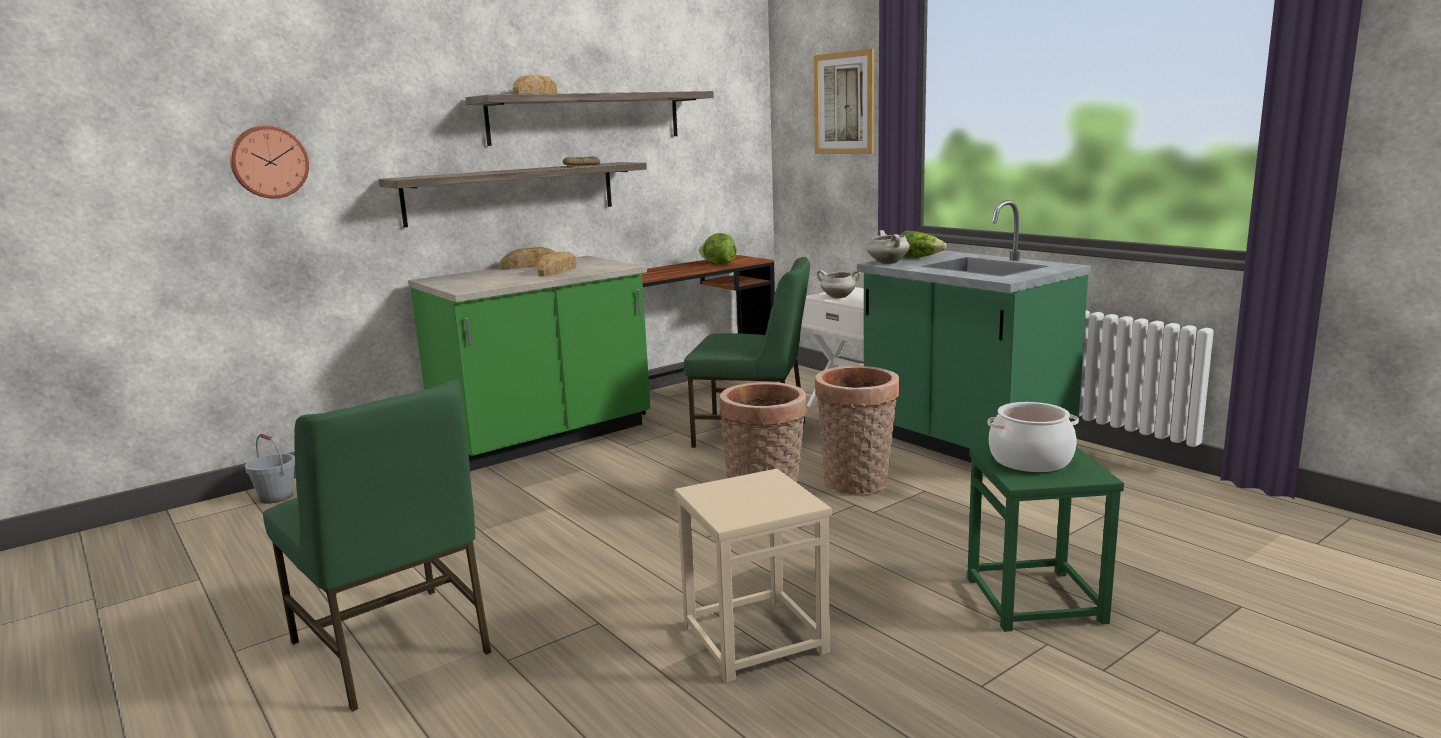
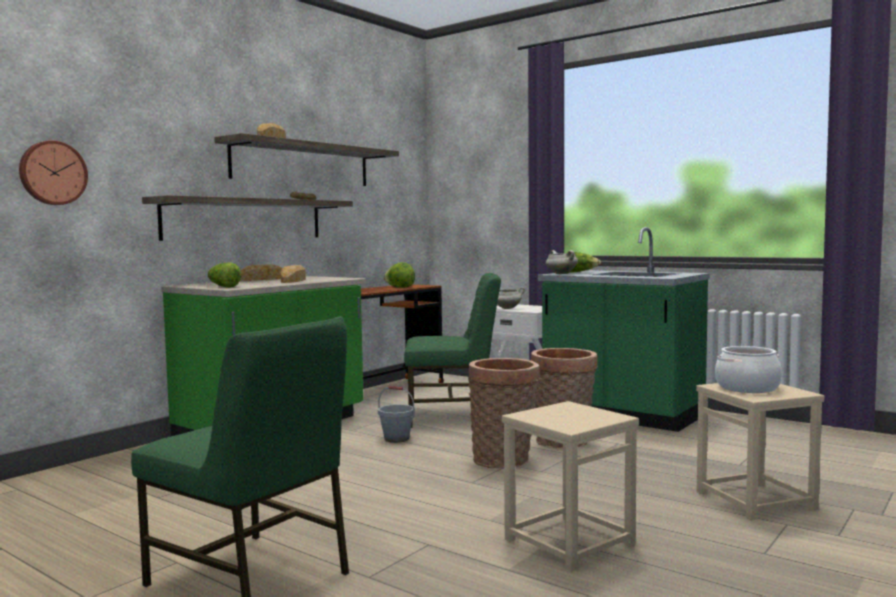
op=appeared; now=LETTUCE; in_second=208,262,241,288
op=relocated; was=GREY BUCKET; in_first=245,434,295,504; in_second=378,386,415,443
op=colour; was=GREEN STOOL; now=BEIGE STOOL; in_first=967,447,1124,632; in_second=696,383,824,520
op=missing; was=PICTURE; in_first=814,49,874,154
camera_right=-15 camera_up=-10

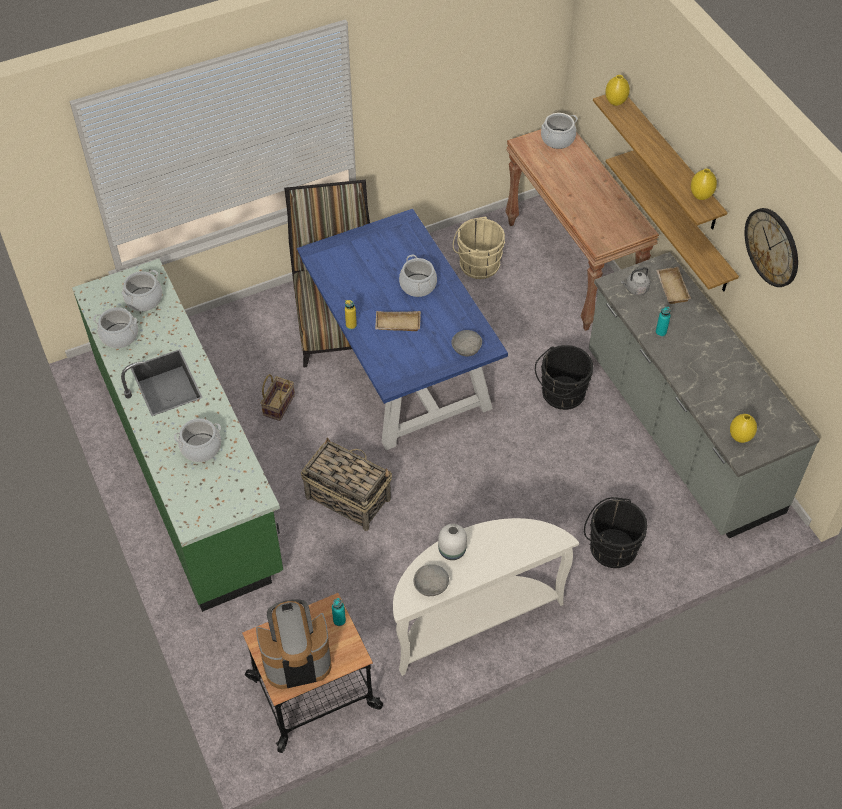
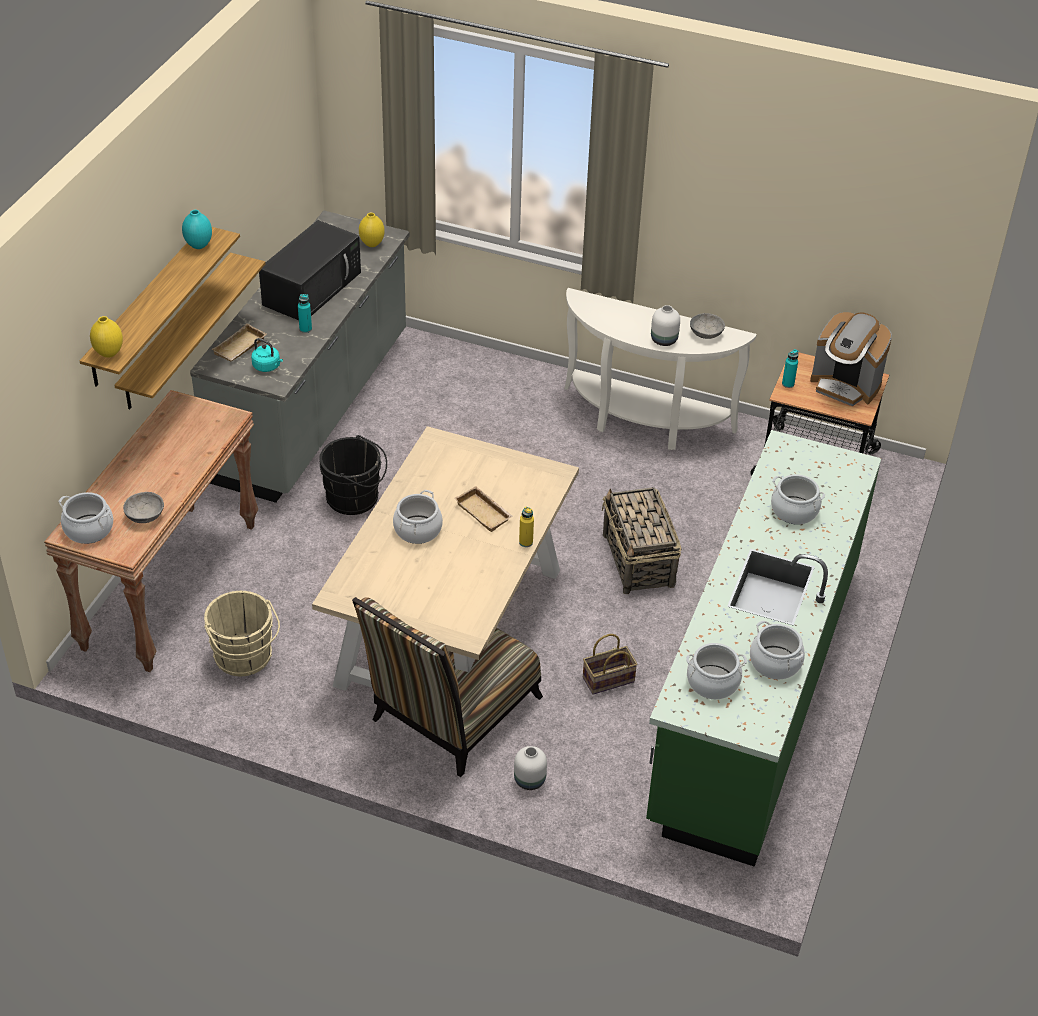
op=relocated; was=GREY BOWL; in_first=451,330,482,356; in_second=123,492,164,523
op=colour; was=YELLOW VASE; now=TURQUOISE VASE; in_first=691,169,717,200; in_second=182,210,212,249
op=colour; was=GREY KETTLE; now=TURQUOISE KETTLE; in_first=621,267,650,295; in_second=251,338,283,372
op=appeared; now=BLACK MICROWAVE; in_second=259,220,361,320
op=colour; was=BLUE DINING TABLE; now=BEIGE DINING TABLE; in_first=297,209,508,450; in_second=312,426,579,691
op=appeared; now=WHITE VASE; in_second=514,746,547,790
op=missing; was=BLACK BUCKET; in_first=584,497,647,568
op=missing; was=WALL CLOCK; in_first=745,208,798,287
camera_right=-135 camera_up=-10

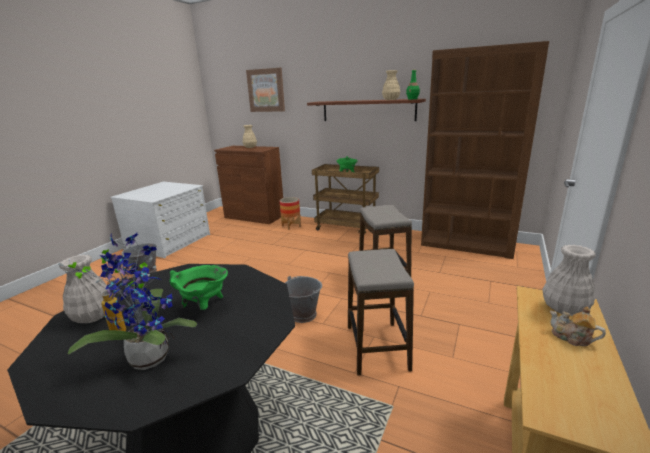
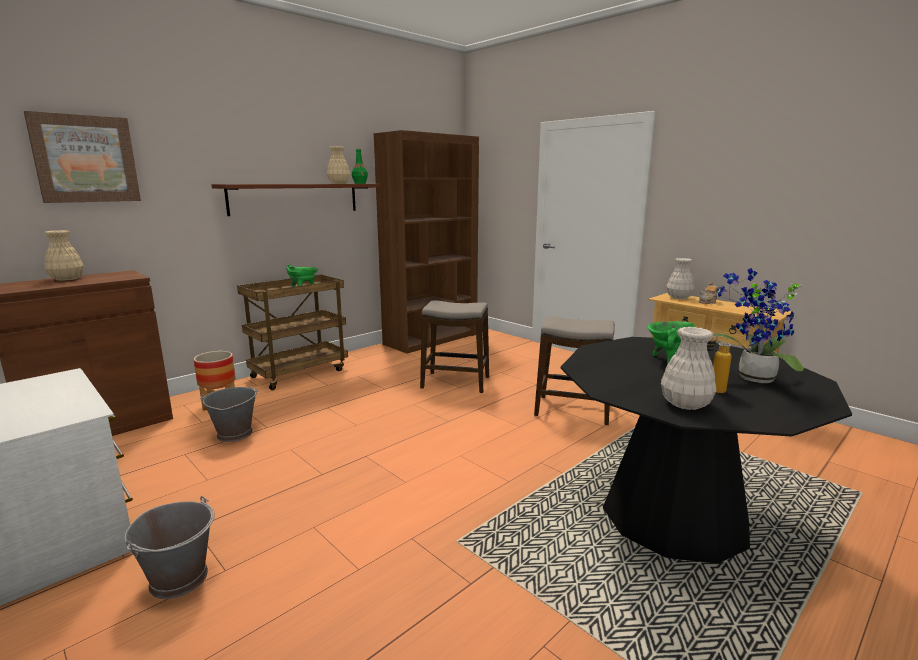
op=relocated; was=GREY BUCKET; in_first=285,276,322,323; in_second=200,387,259,442
camera_right=-70 camera_up=-5

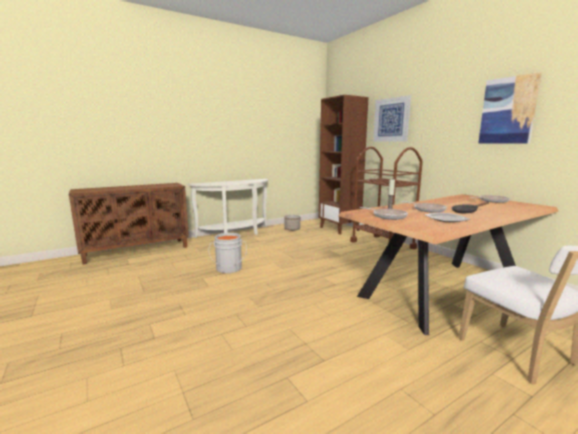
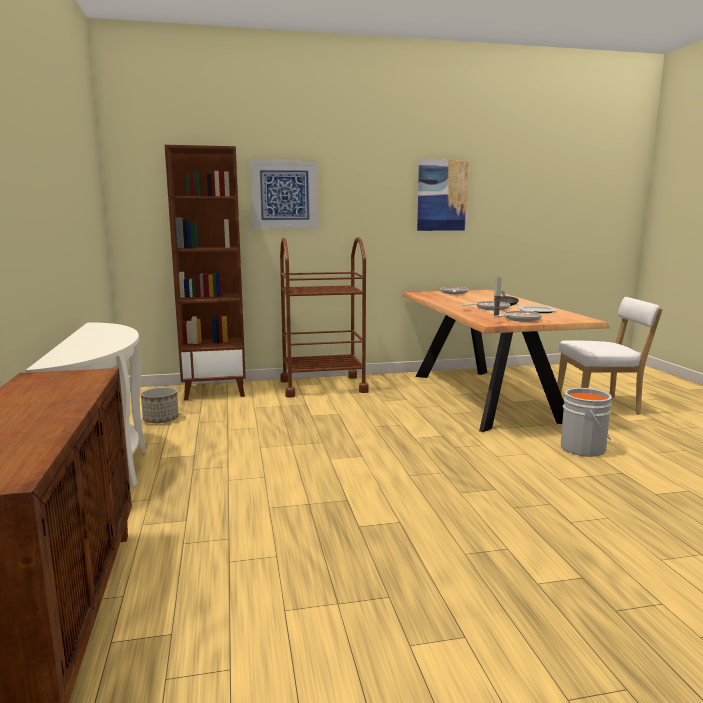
op=relocated; was=GREY BUCKET; in_first=209,233,247,273; in_second=561,388,612,457
camera_right=-70 camera_up=0

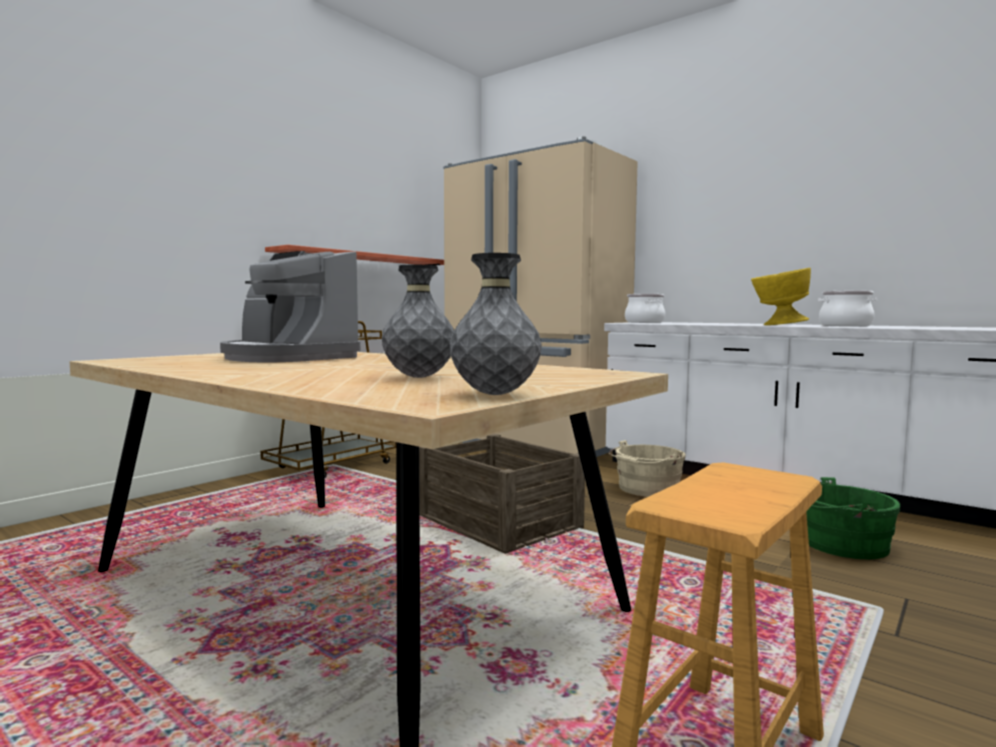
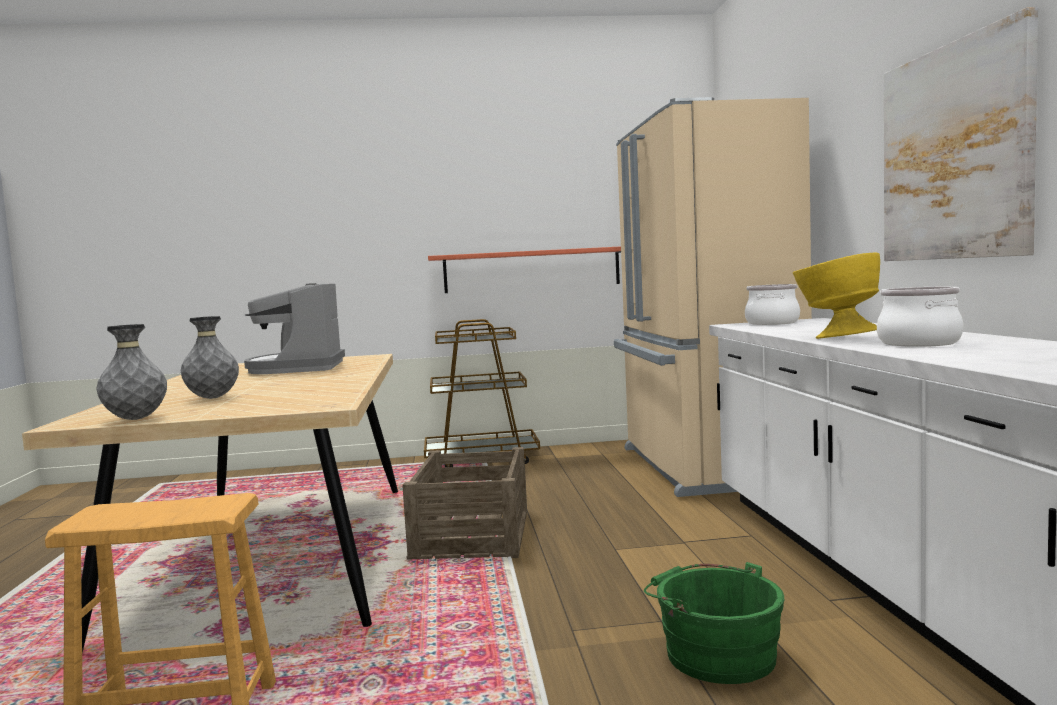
op=appeared; now=PICTURE; in_second=884,7,1038,261
op=missing; was=BEIGE BUCKET; in_first=609,440,686,497
camera_right=45 camera_up=0

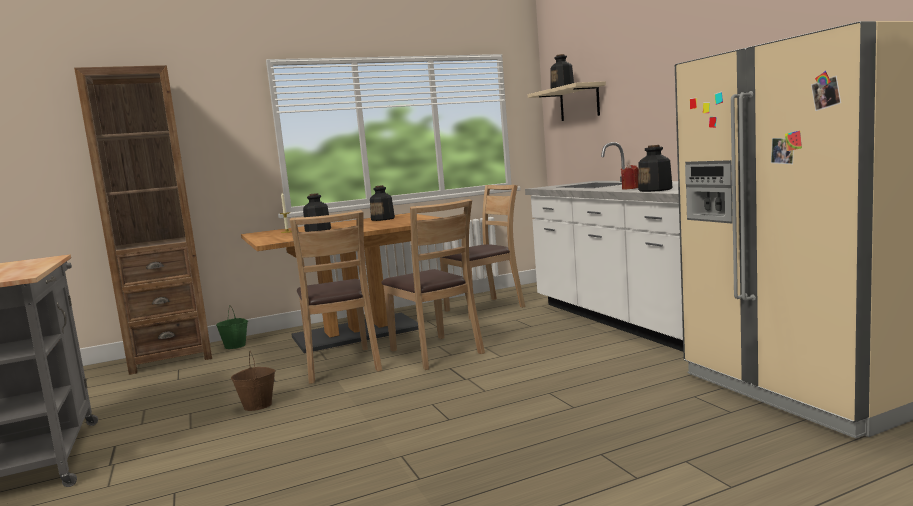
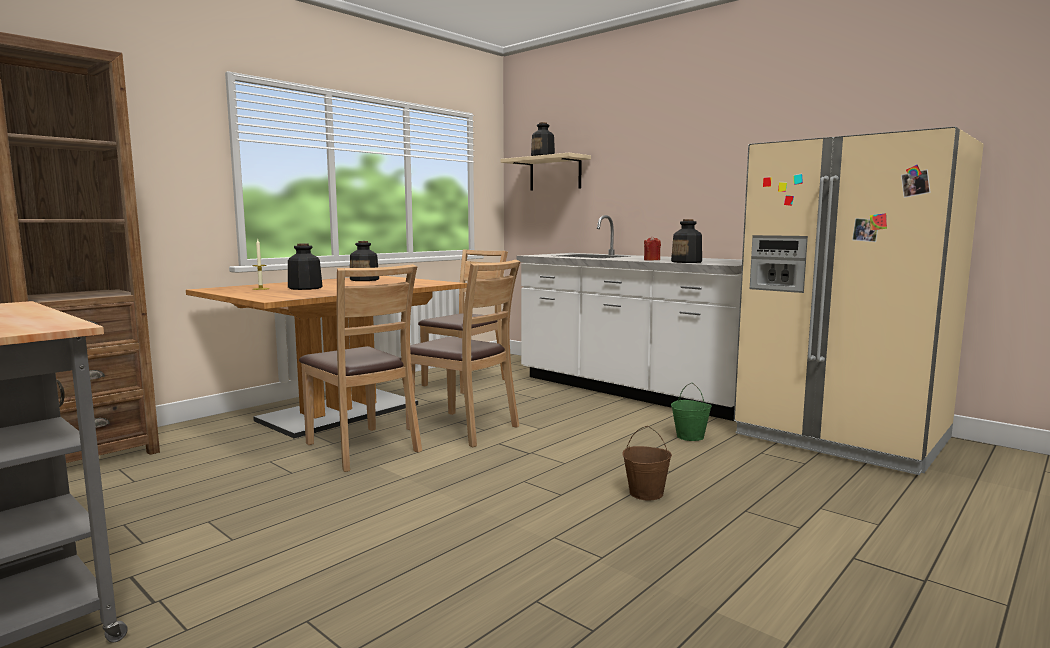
op=relocated; was=BROWN BUCKET; in_first=231,351,276,411; in_second=622,426,672,500
op=relocated; was=GREEN BUCKET; in_first=216,305,248,349; in_second=671,383,712,441
camera_right=-25 camera_up=0

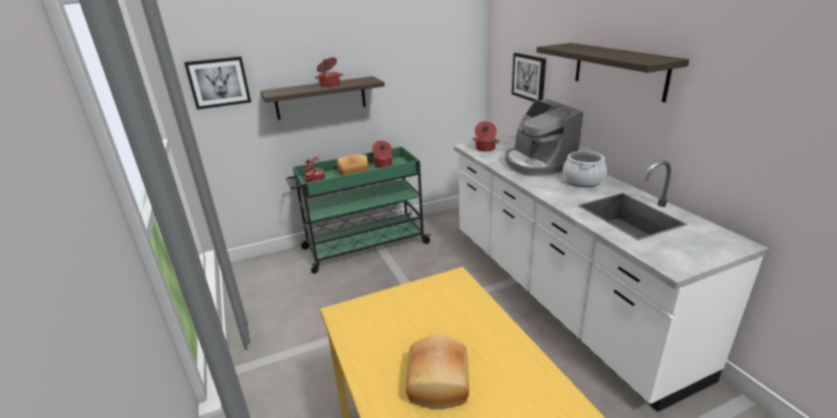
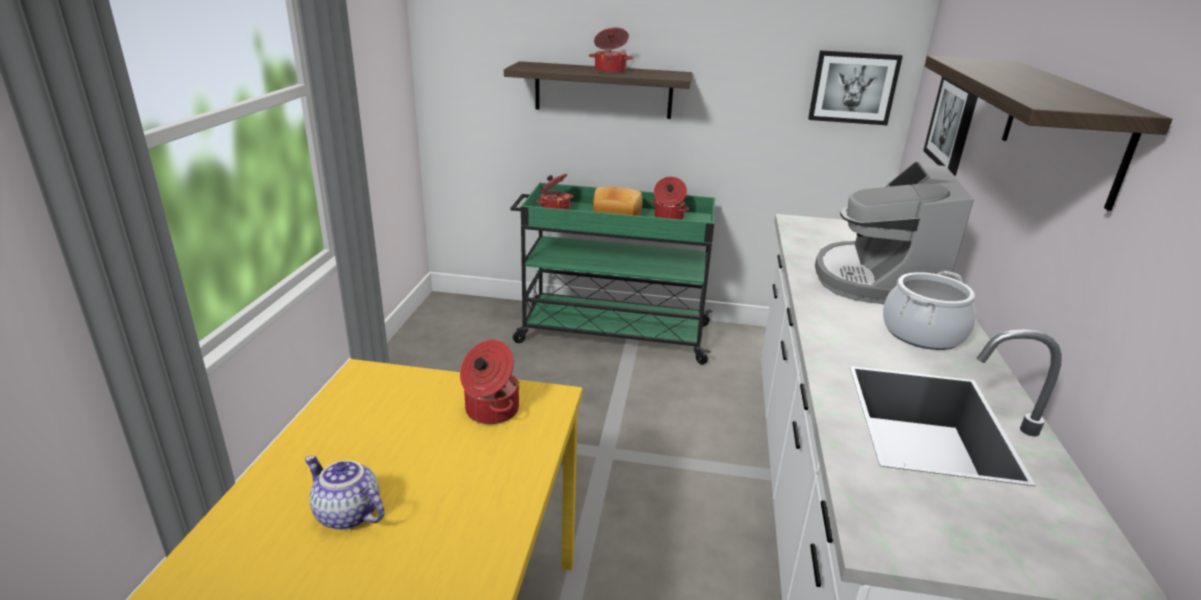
op=exchanged; was=BREAD; now=TEAPOT; in_first=406,334,469,409; in_second=305,455,384,530
op=relocated; was=COOKING POT; in_first=472,121,499,152; in_second=460,340,519,424
op=relocated; was=PICTURE; in_first=184,56,251,110; in_second=808,50,903,125
camera_right=30 camera_up=0

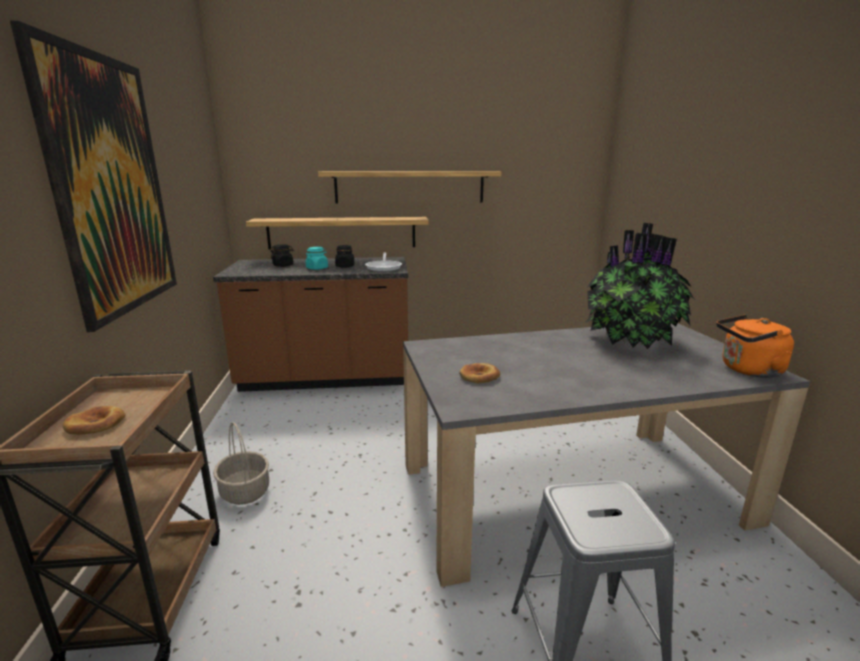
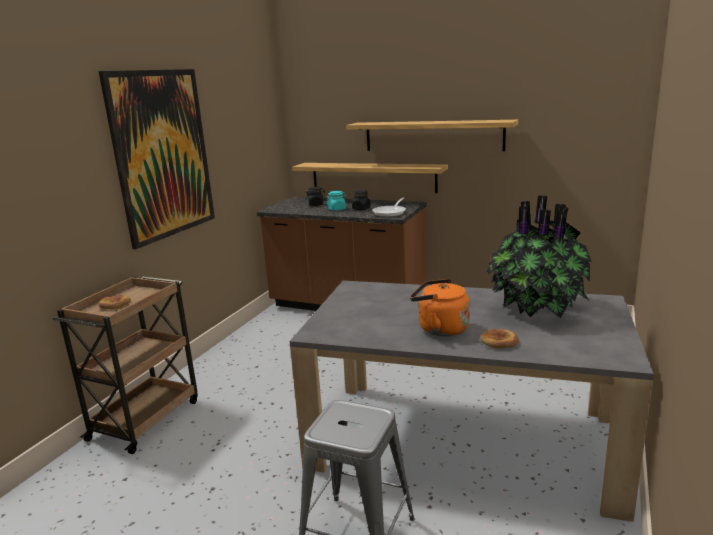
op=relocated; was=ORANGE KETTLE; in_first=716,315,794,378; in_second=410,279,470,336
op=relocated; was=BREAD; in_first=459,363,500,383; in_second=481,329,519,348
op=missing; was=BASKET; in_first=213,422,269,505
camera_right=30 camera_up=0

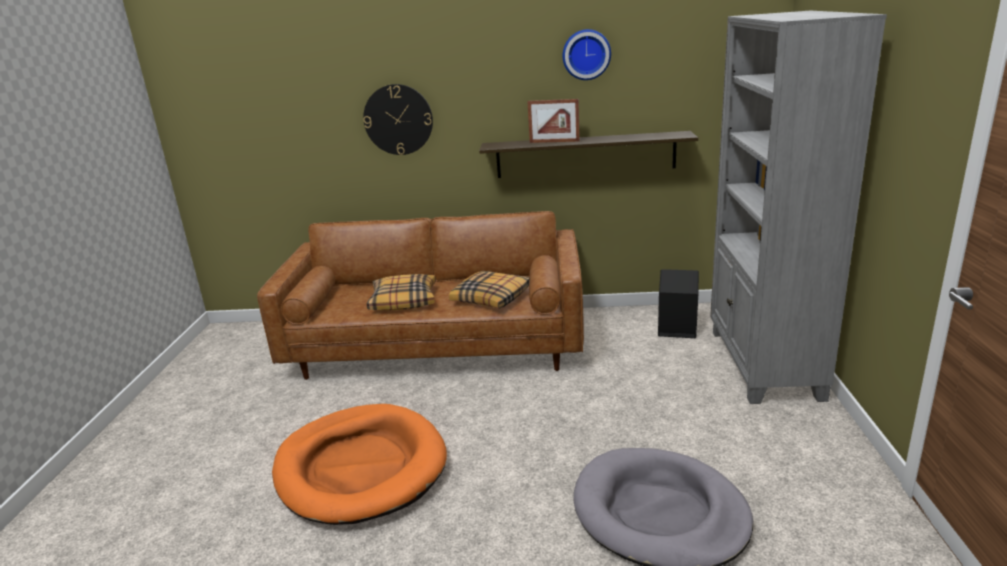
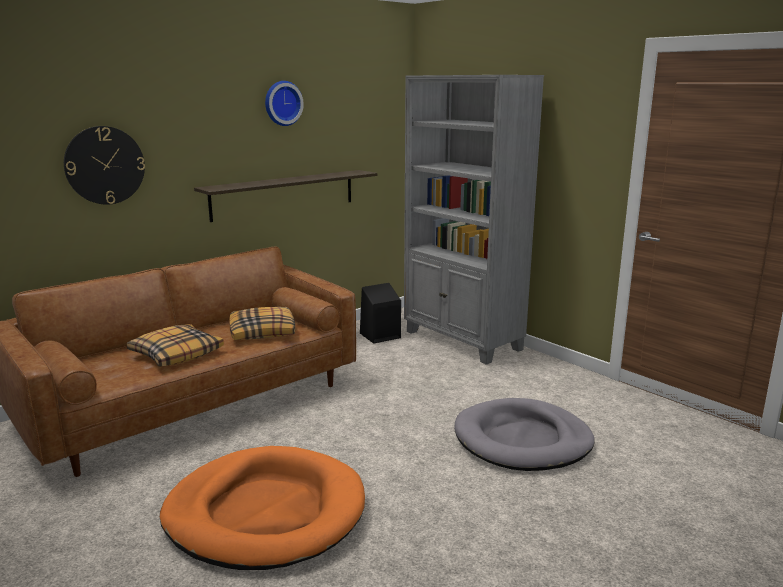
op=missing; was=PICTURE FRAME; in_first=527,99,580,143
camera_right=-45 camera_up=-5

